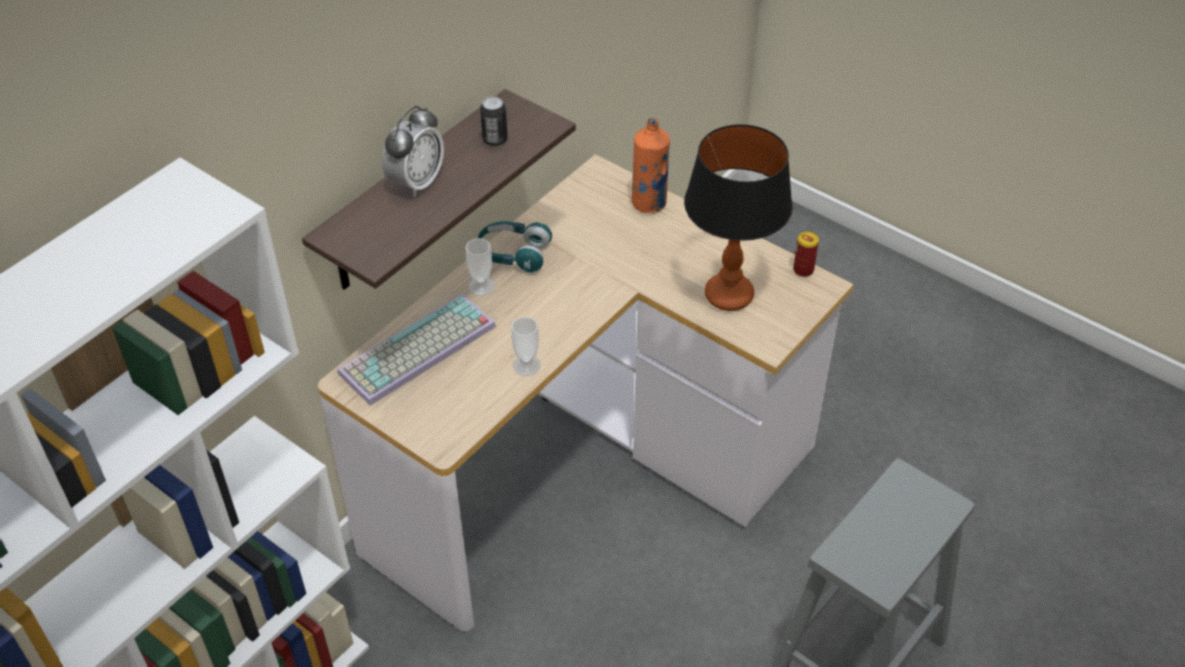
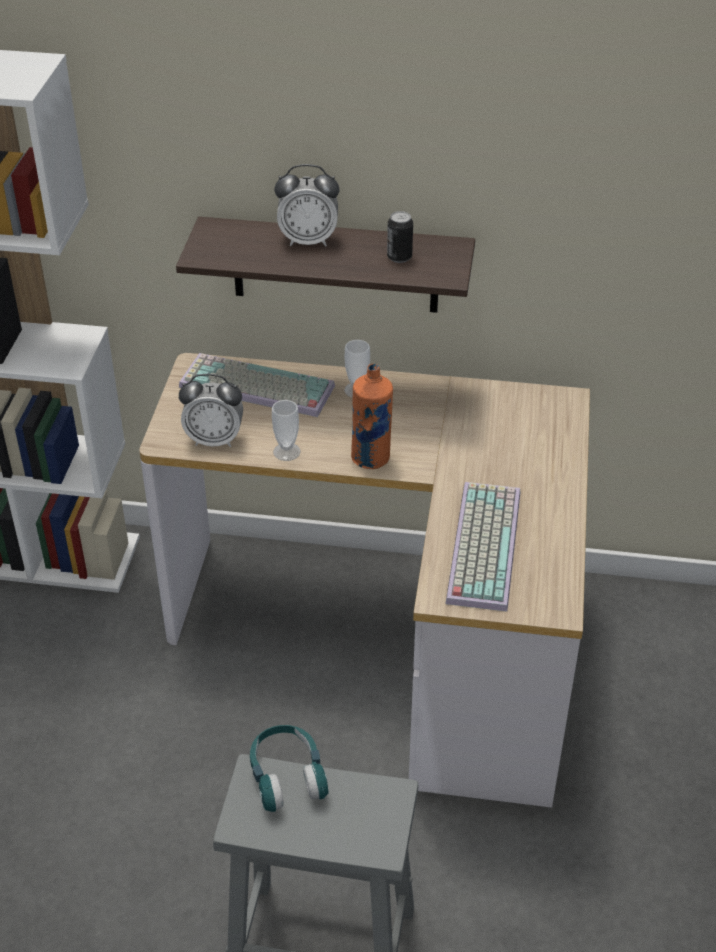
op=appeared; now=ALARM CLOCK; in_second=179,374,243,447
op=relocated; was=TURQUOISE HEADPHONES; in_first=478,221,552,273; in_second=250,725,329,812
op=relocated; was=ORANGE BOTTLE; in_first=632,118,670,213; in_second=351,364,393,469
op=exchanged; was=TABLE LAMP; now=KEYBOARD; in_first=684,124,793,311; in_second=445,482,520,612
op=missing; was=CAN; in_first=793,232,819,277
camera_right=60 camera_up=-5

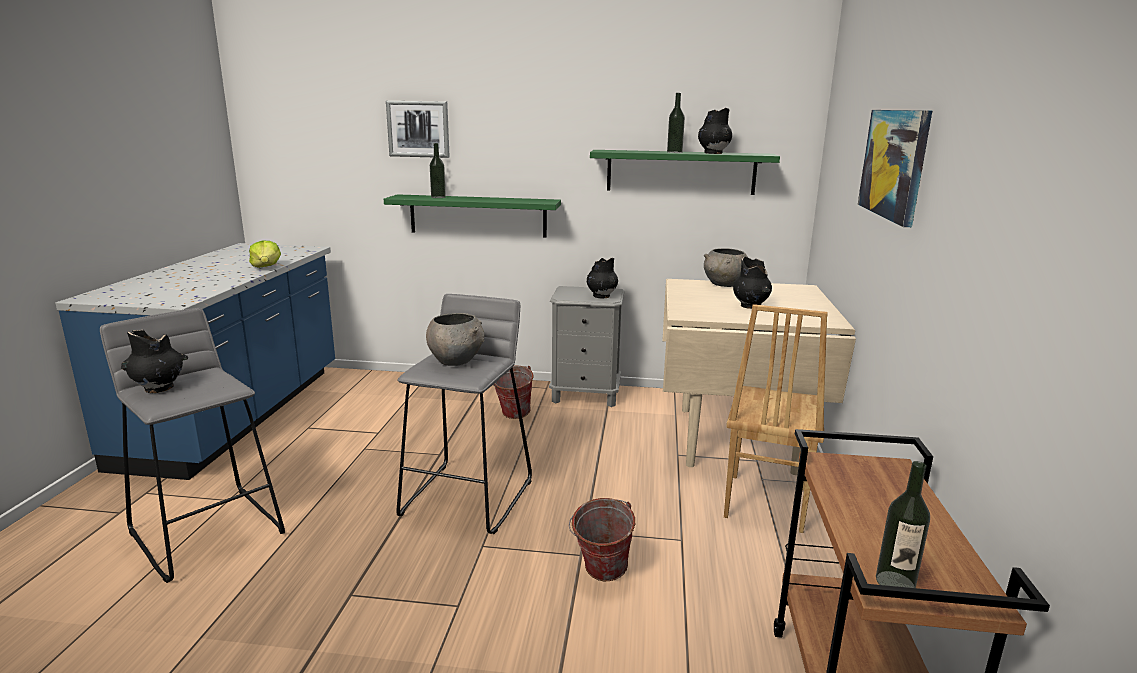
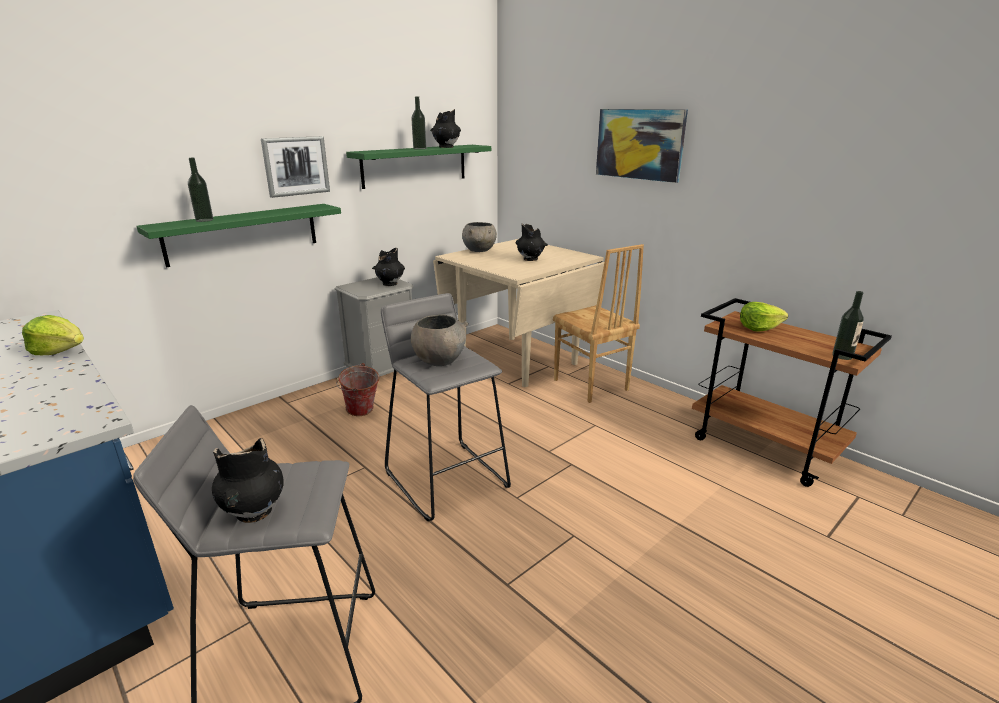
op=relocated; was=PICTURE; in_first=386,101,450,158; in_second=261,136,330,198
op=appeared; now=LETTUCE; in_second=740,302,788,332
op=missing; was=BUCKET; in_first=569,498,635,581
camera_right=-50 camera_up=5

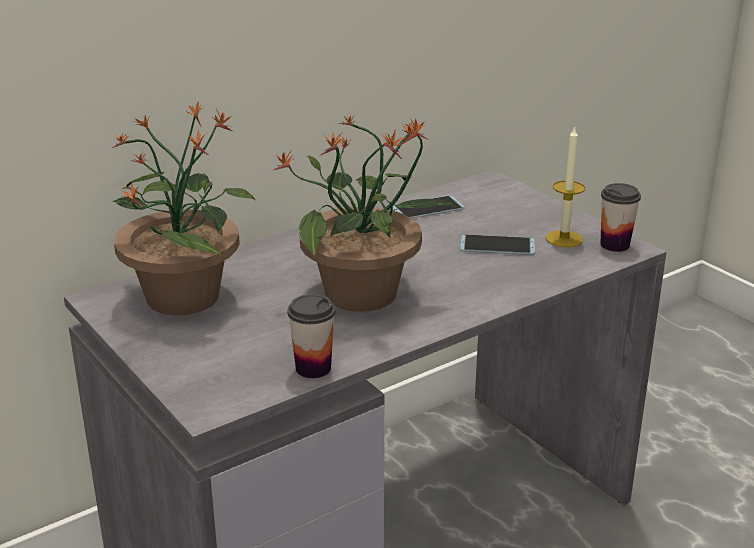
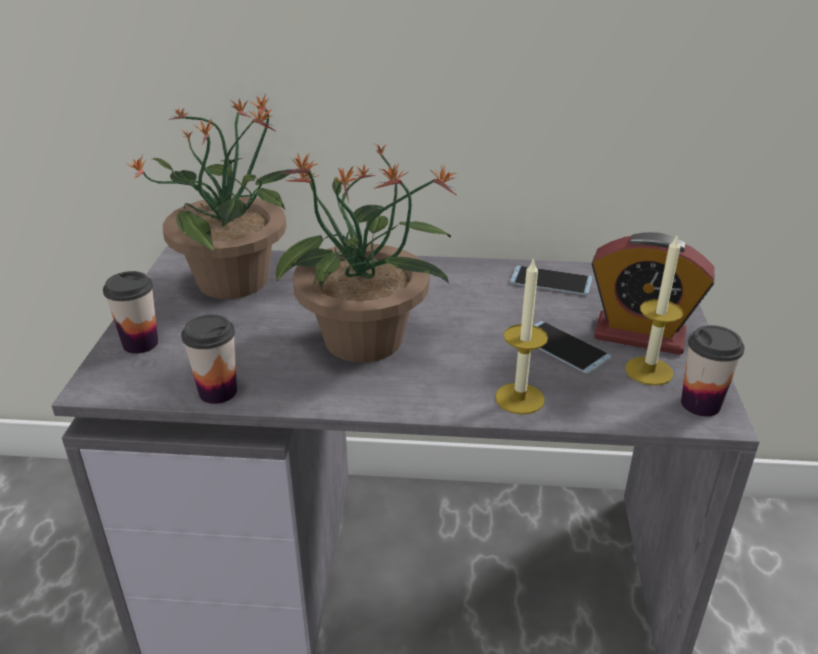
op=appeared; now=CUP; in_second=103,271,158,354
op=appeared; now=CANDLE; in_second=495,257,548,414
op=appeared; now=ALARM CLOCK; in_second=591,232,715,355
camera_right=40 camera_up=5

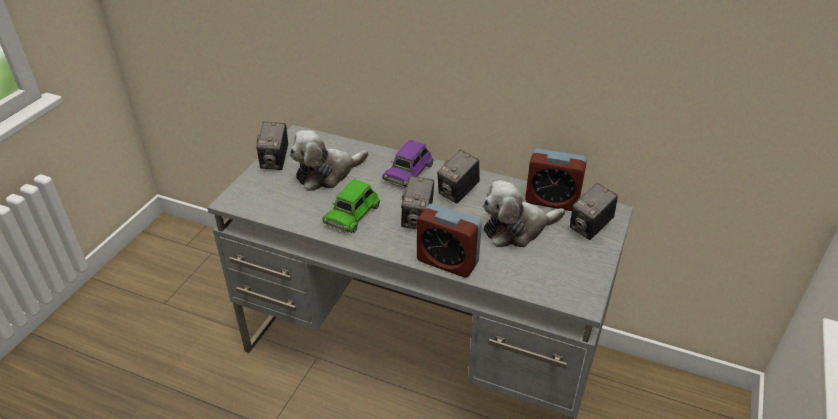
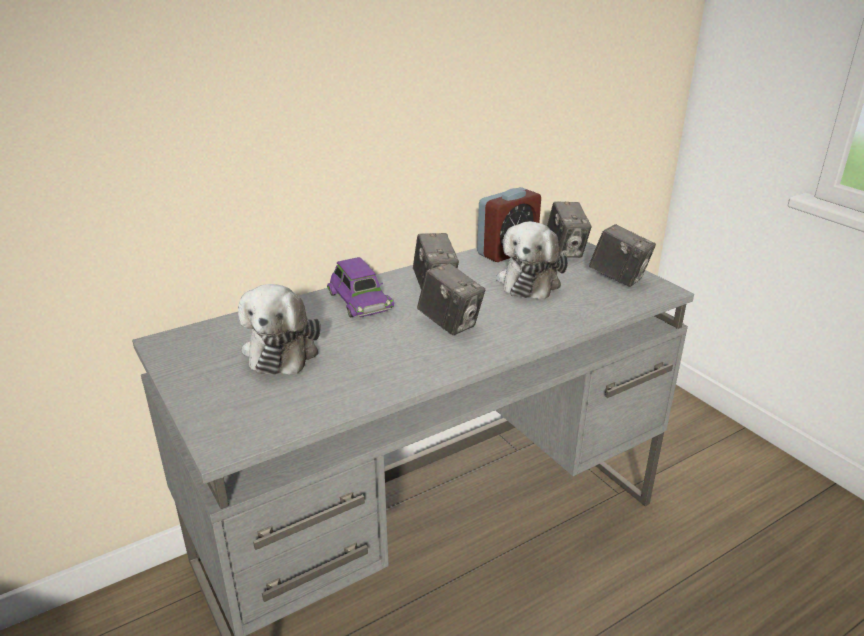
op=relocated; was=PHOTO CAMERA; in_first=257,122,288,170; in_second=589,224,656,287
op=missing; was=GREEN TOY CAR; in_first=322,179,380,233
op=missing; was=ALARM CLOCK; in_first=417,204,482,278
camera_right=-55 camera_up=-10

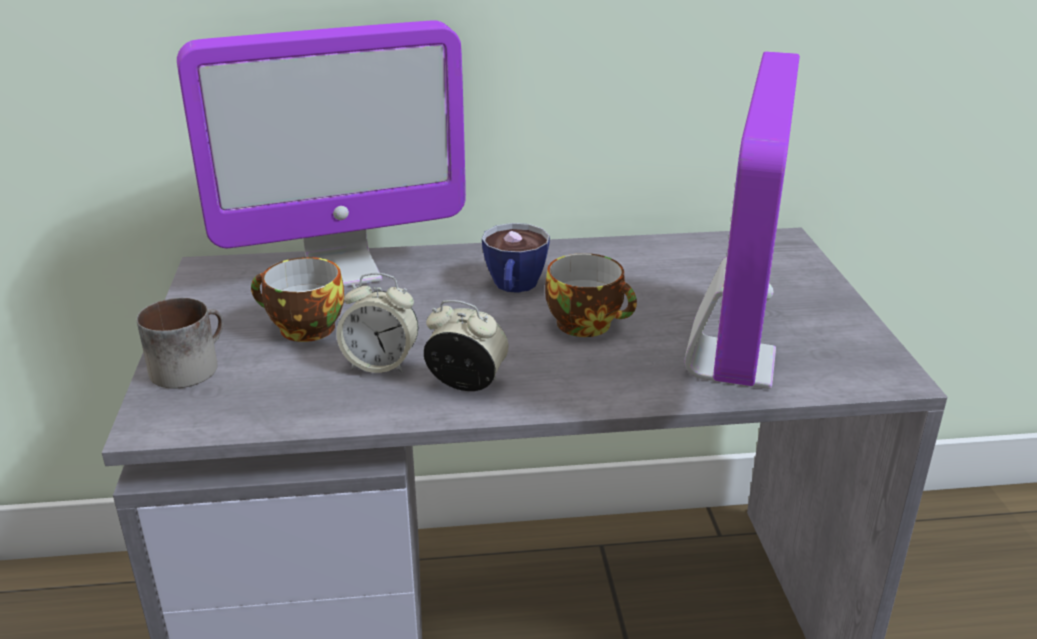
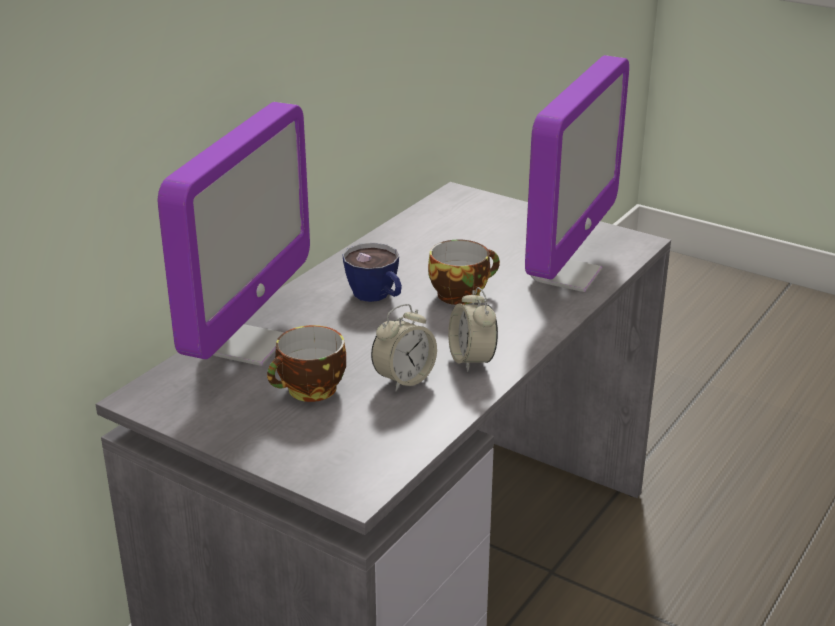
op=spun; was=ALARM CLOCK; in_first=424,300,508,391; in_second=448,287,498,372; clockwise=-75
op=spun; was=MONITOR; in_first=684,52,800,389; in_second=525,55,629,292; clockwise=60
op=missing; was=MUG; in_first=137,298,224,389
camera_right=-50 camera_up=0

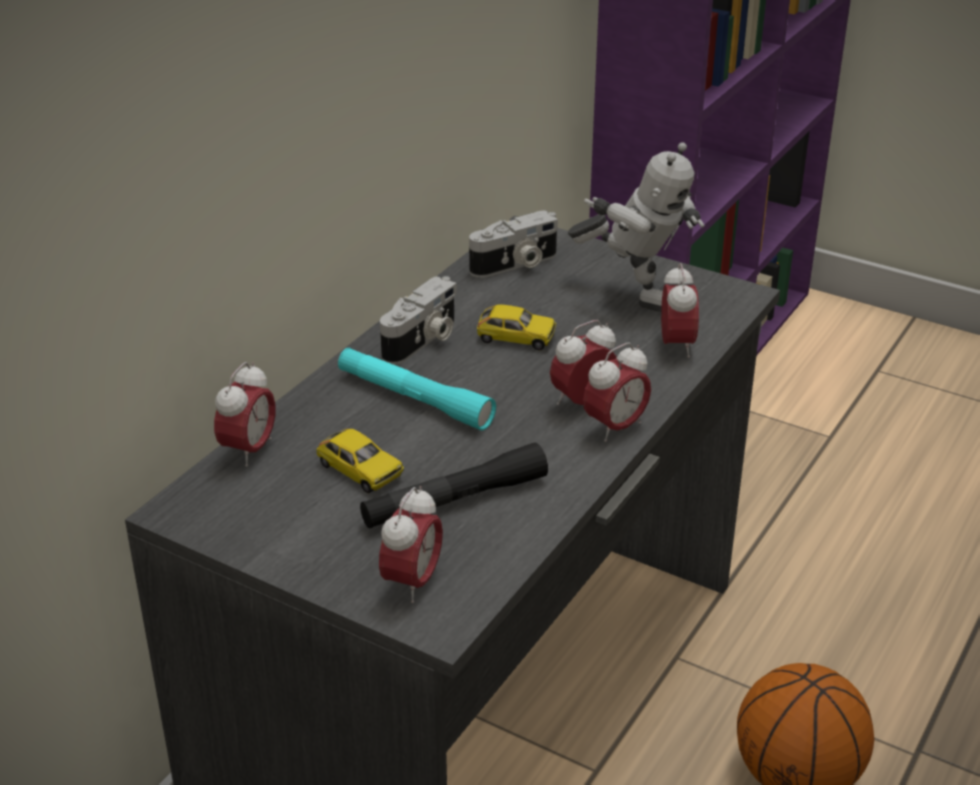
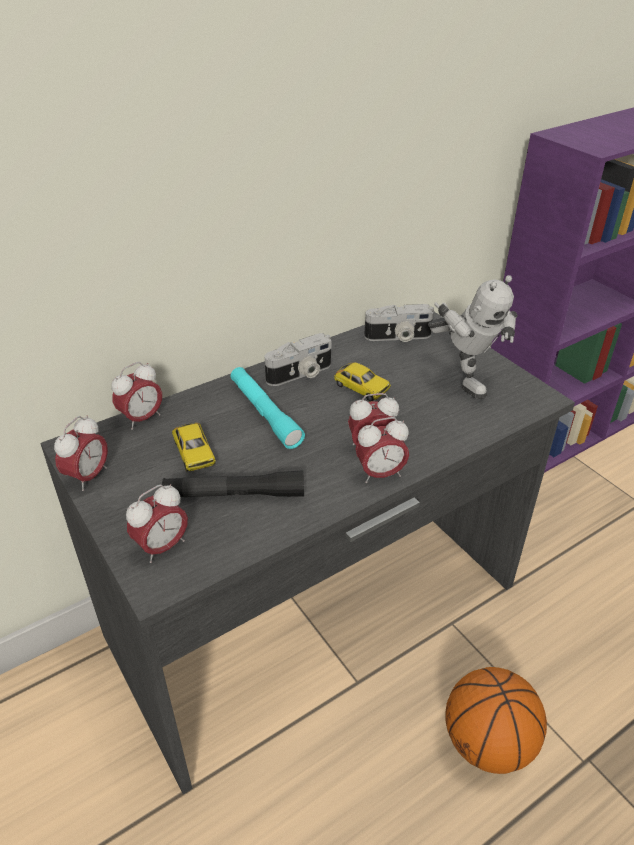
op=relocated; was=ALARM CLOCK; in_first=661,263,699,358; in_second=54,415,108,491
camera_right=25 camera_up=5

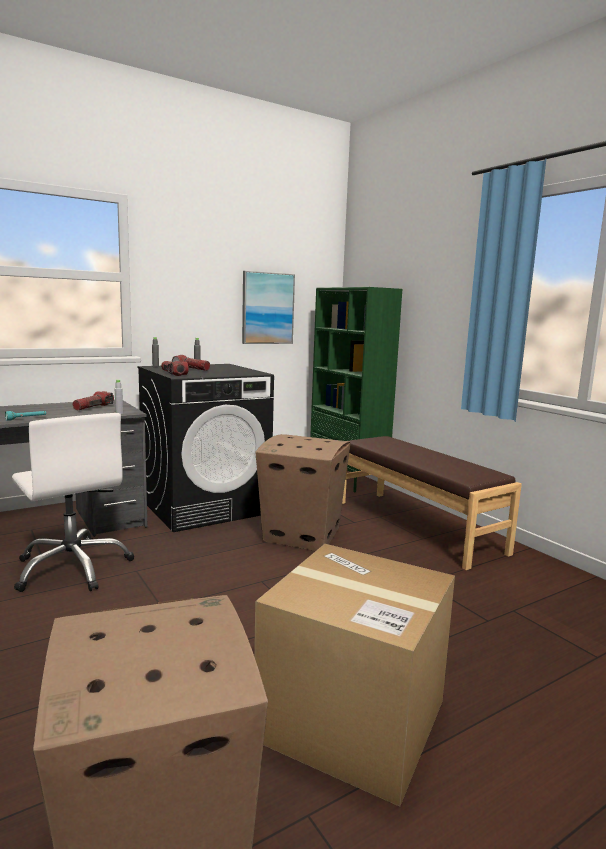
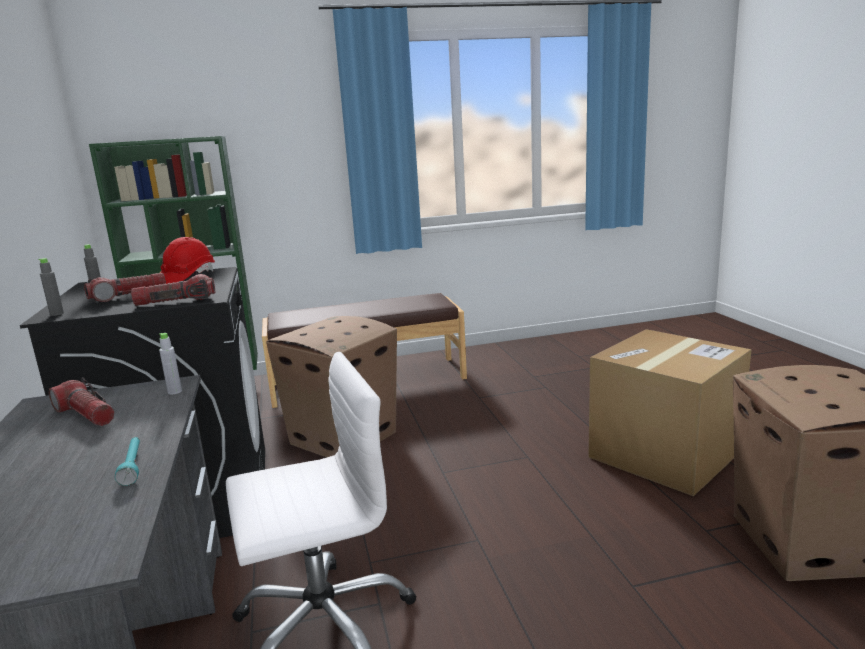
op=appeared; now=RED HARD HAT; in_second=160,237,215,284
op=missing; was=PICTURE; in_first=242,271,295,344
camera_right=-70 camera_up=5

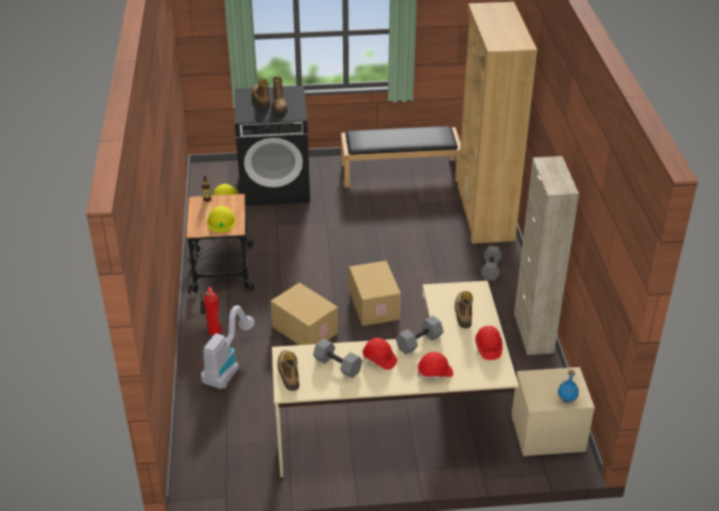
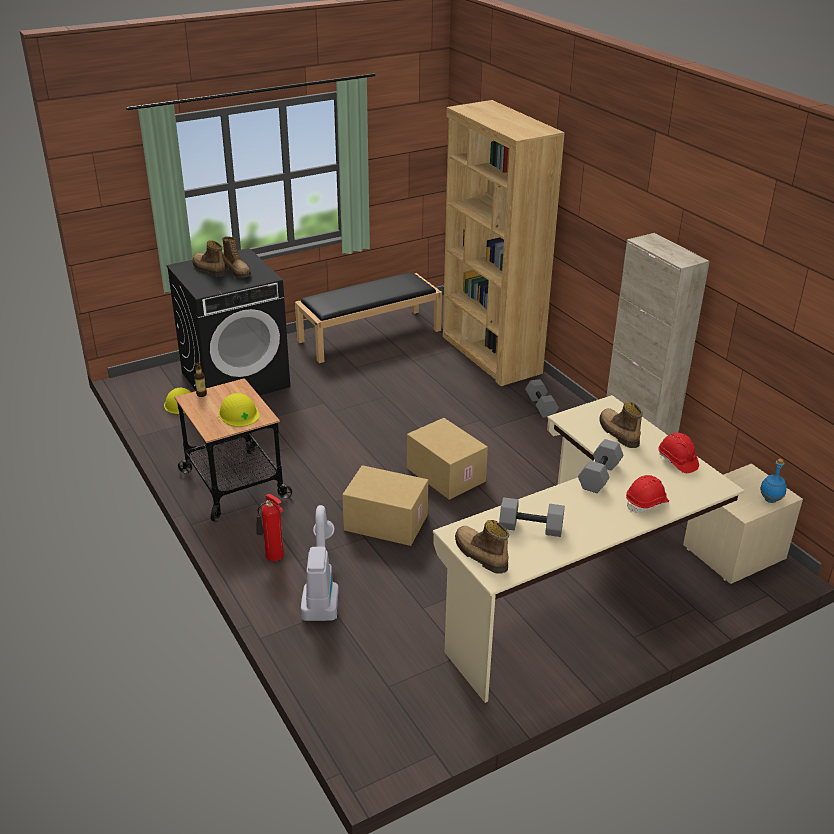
op=missing; was=RED HARD HAT; in_first=362,338,397,370
camera_right=-25 camera_up=-5

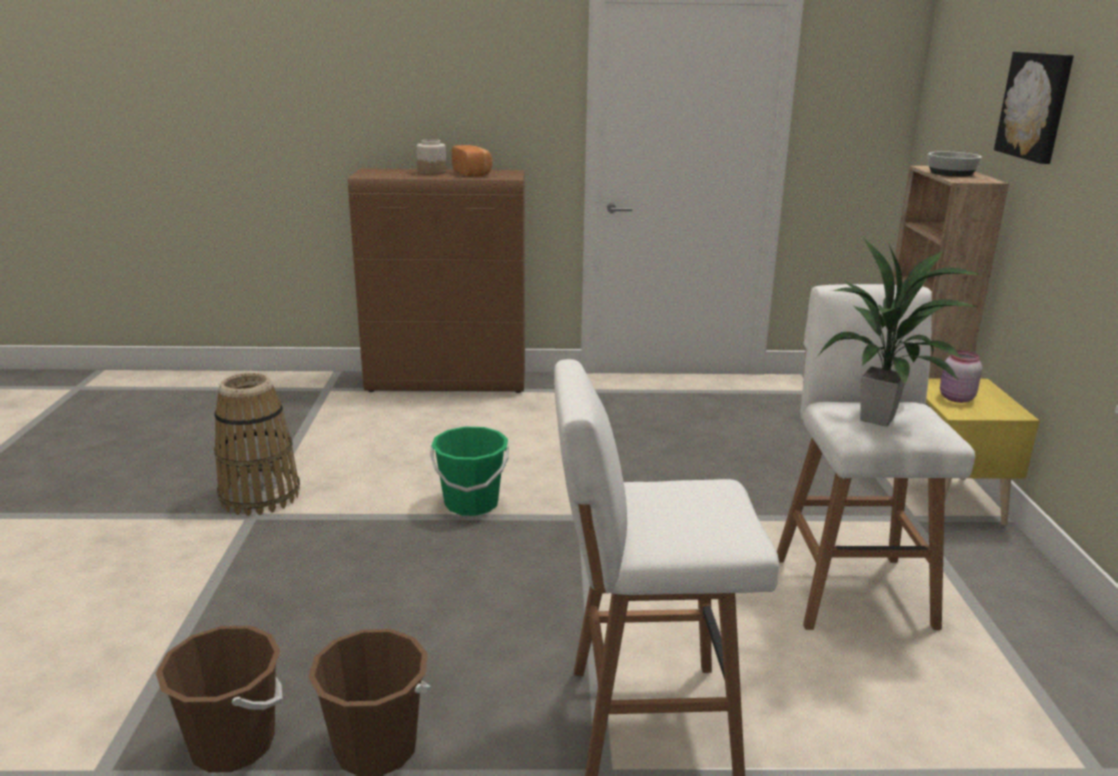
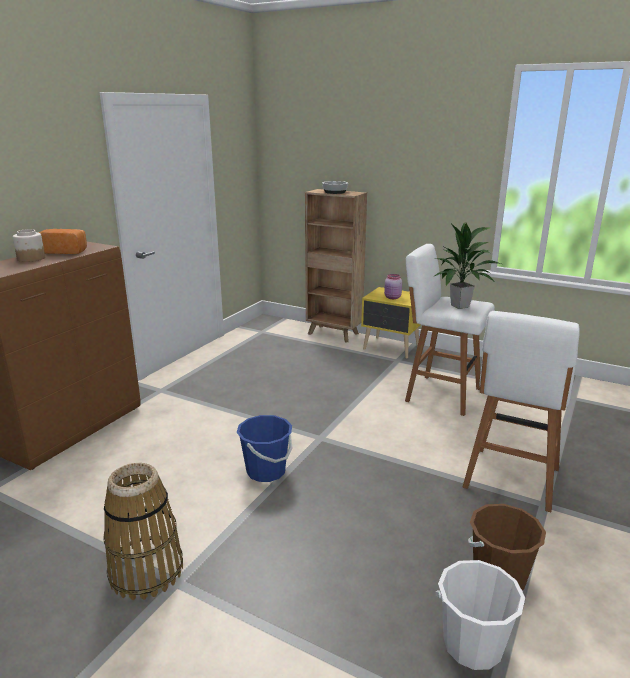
op=colour; was=GREEN BUCKET; now=BLUE BUCKET; in_first=430,427,509,516; in_second=237,415,293,482
op=colour; was=BROWN BUCKET; now=WHITE BUCKET; in_first=156,626,282,773; in_second=435,560,525,670
op=missing; was=PICTURE; in_first=994,52,1074,164
camera_right=-60 camera_up=0

